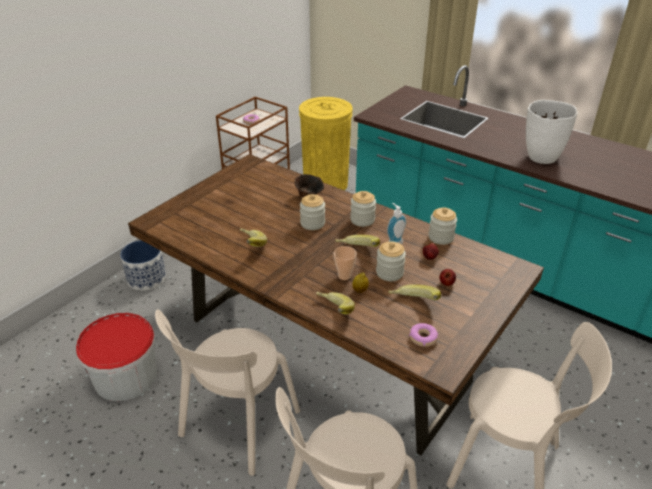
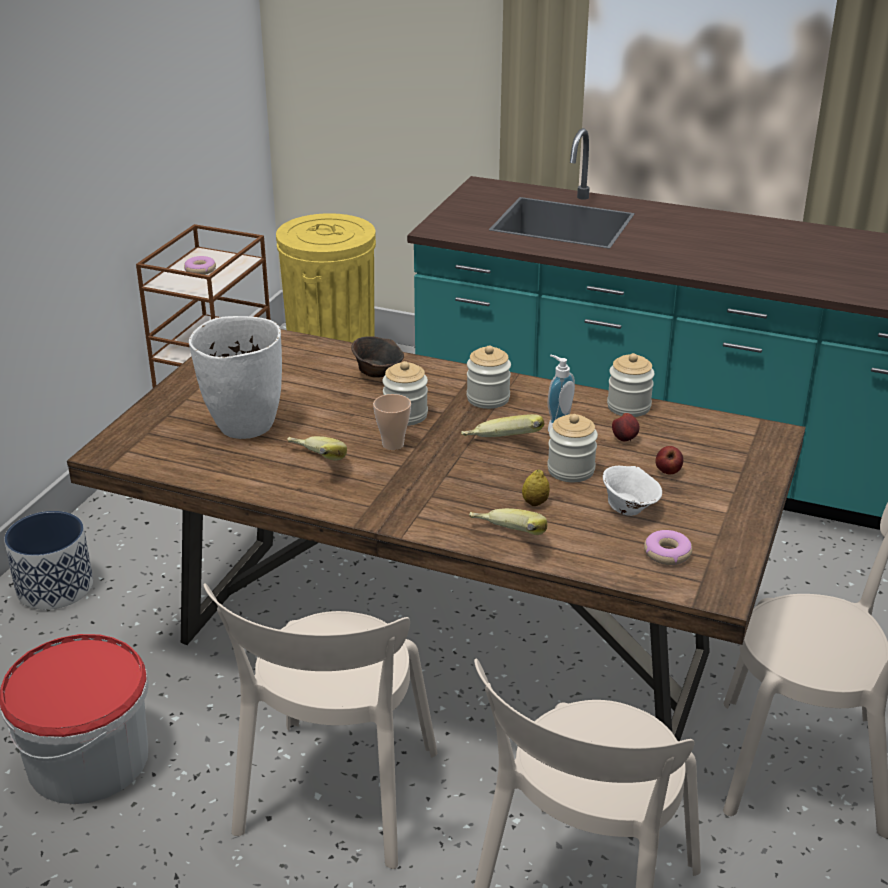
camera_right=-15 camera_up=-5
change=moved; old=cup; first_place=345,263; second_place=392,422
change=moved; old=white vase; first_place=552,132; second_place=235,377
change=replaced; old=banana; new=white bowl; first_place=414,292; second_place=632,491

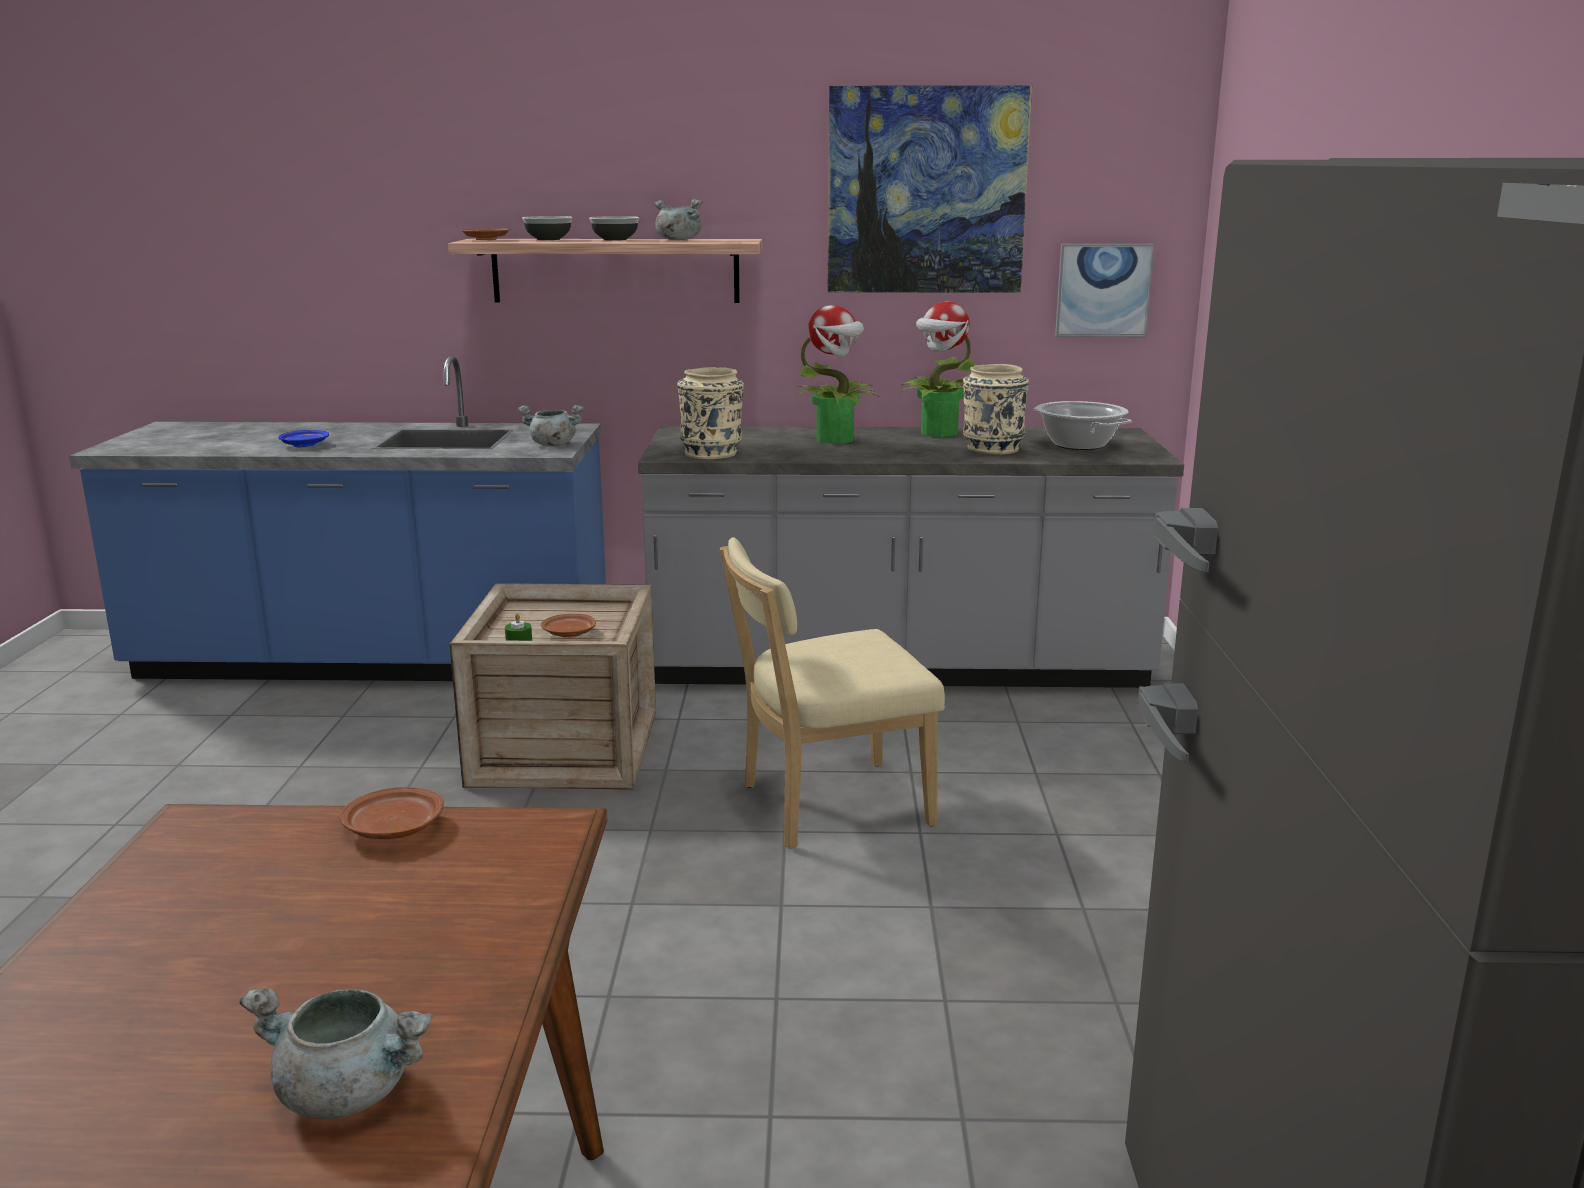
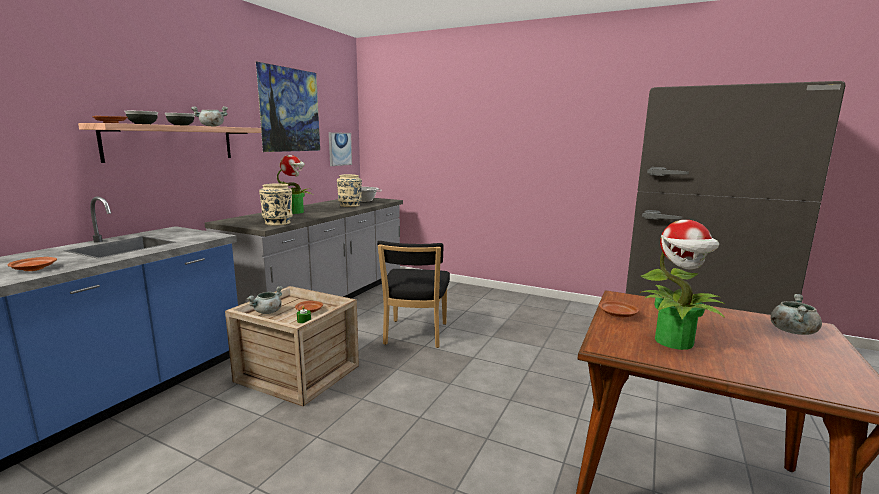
camera_right=-65 camera_up=-5
change=moved; old=grey cooking pot; first_place=550,425; second_place=264,300
change=moved; old=potted plant; first_place=937,369; second_place=682,285
change=recoloured; old=blue plate; new=brown plate; first_place=303,438; second_place=32,264
change=recoloured; old=beige chair; new=black chair; first_place=832,693; second_place=413,294

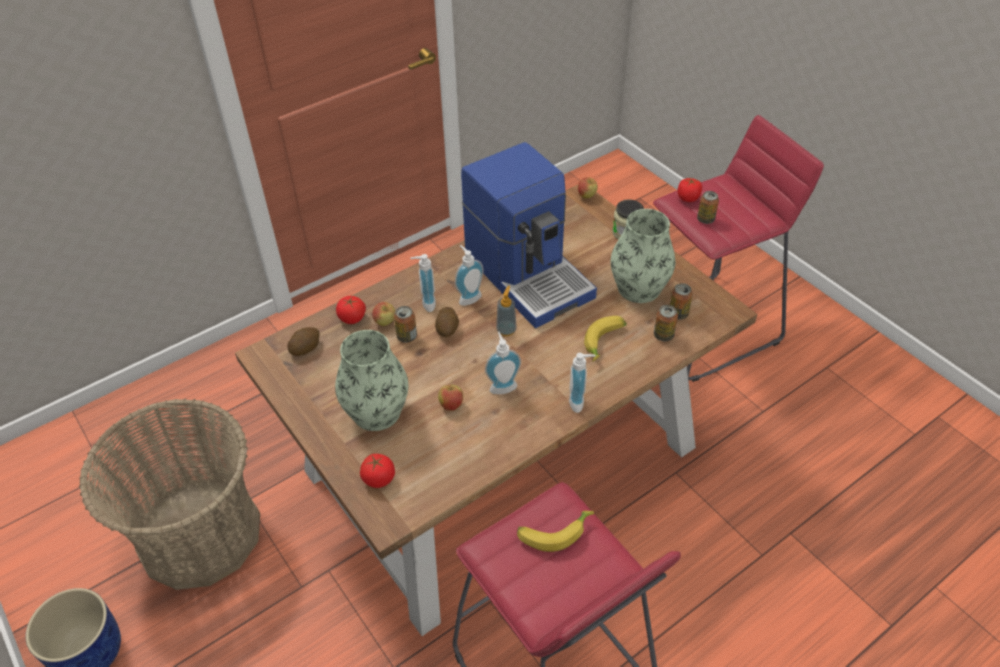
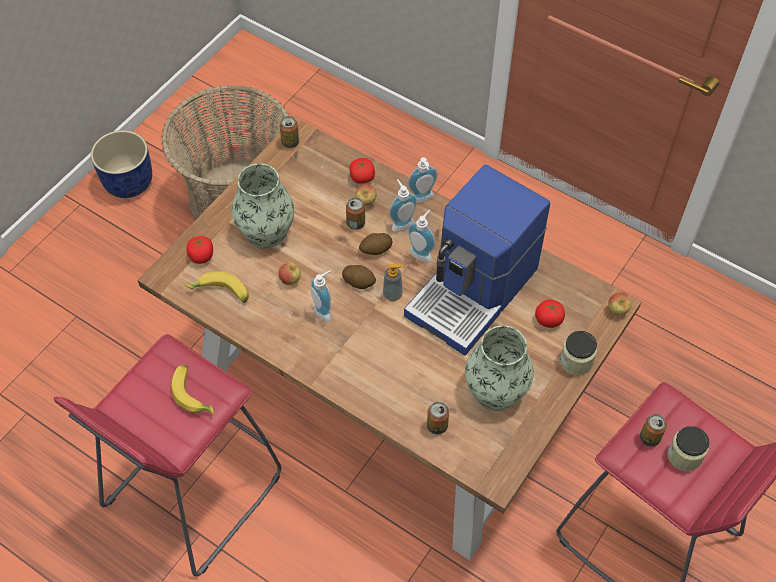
camera_right=70 camera_up=10
change=added; new=jar; second_place=688,448
change=moved; old=potato; first_place=303,341; second_place=359,277
change=moved; old=soap dispenser; first_place=582,383; second_place=423,180
change=moved; old=banana; first_place=605,339; second_place=217,287
change=moved; old=can; first_place=681,301; second_place=289,132
change=moved; old=tomato; first_place=689,190; second_place=550,314

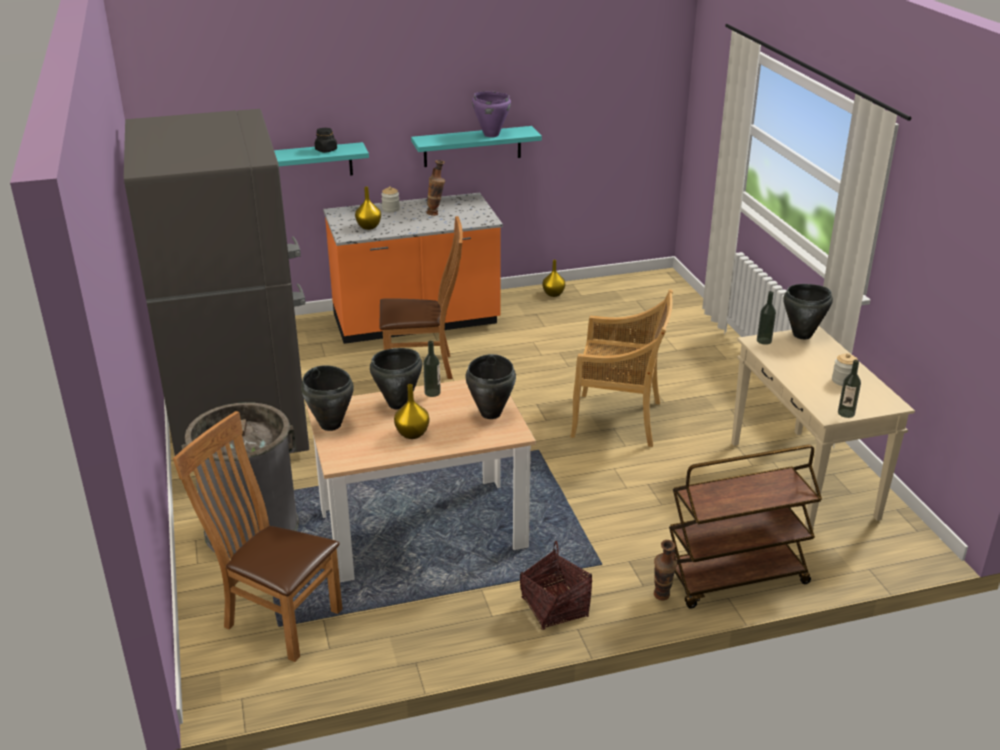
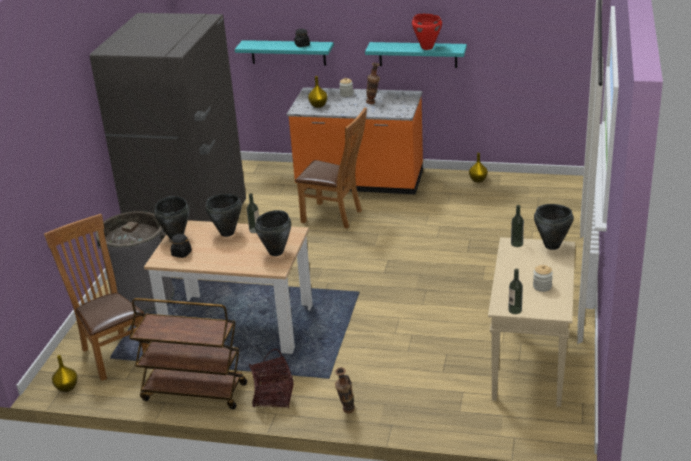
camera_right=30 camera_up=0
change=removed; old=beige chair; first_place=621,368
change=added; new=black jar; second_place=180,246
change=moved; old=yellow vase; first_place=411,411; second_place=65,373
change=moved; old=brown cart; first_place=745,527; second_place=188,353
change=recoloured; old=purple cooking pot; new=red cooking pot; first_place=491,114; second_place=427,32

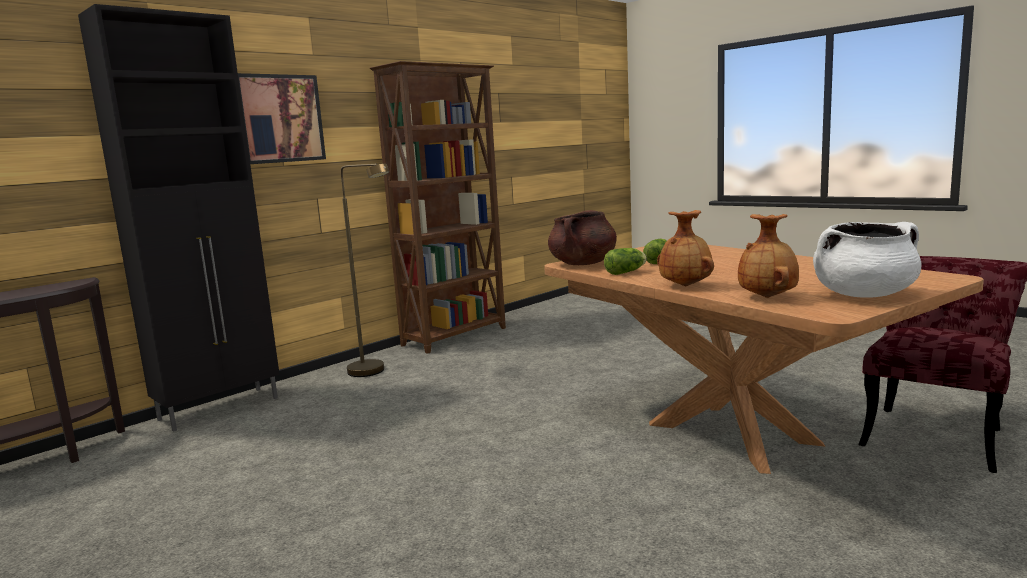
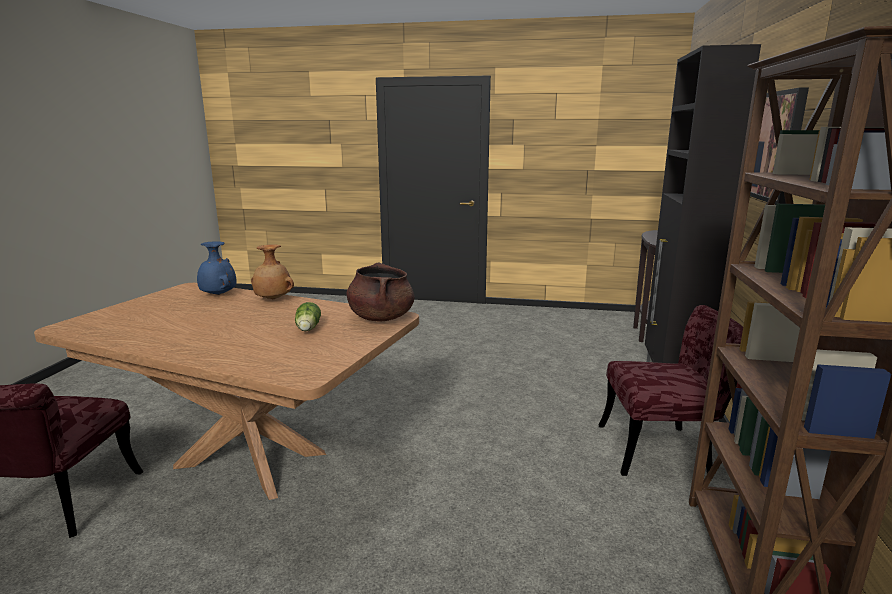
camera_right=145 camera_up=5
change=removed; old=lettuce; first_place=625,261
change=removed; old=white cooking pot; first_place=867,260
change=replaced; old=brown floor lamp; new=red chair; first_place=365,270; second_place=671,390
change=recoloured; old=brown vase; new=blue vase; first_place=768,256; second_place=217,268

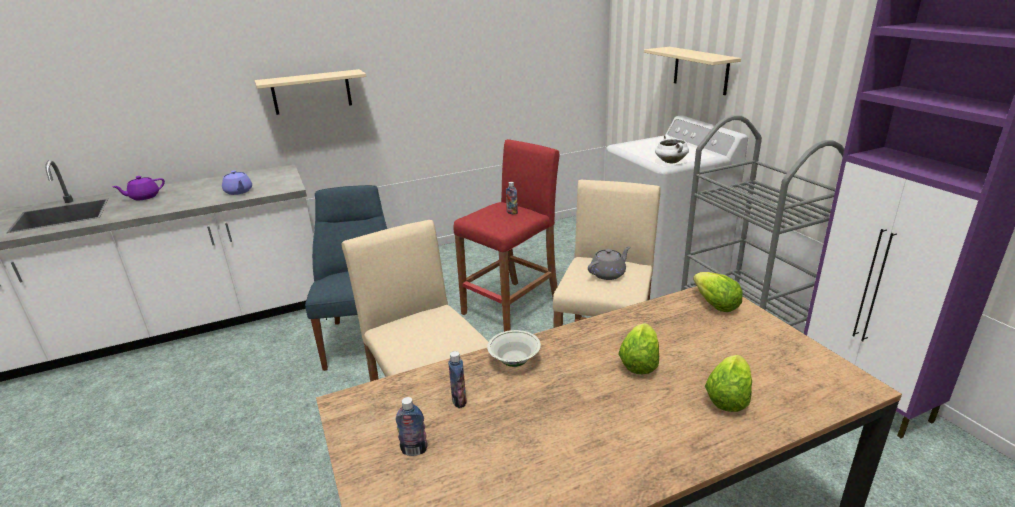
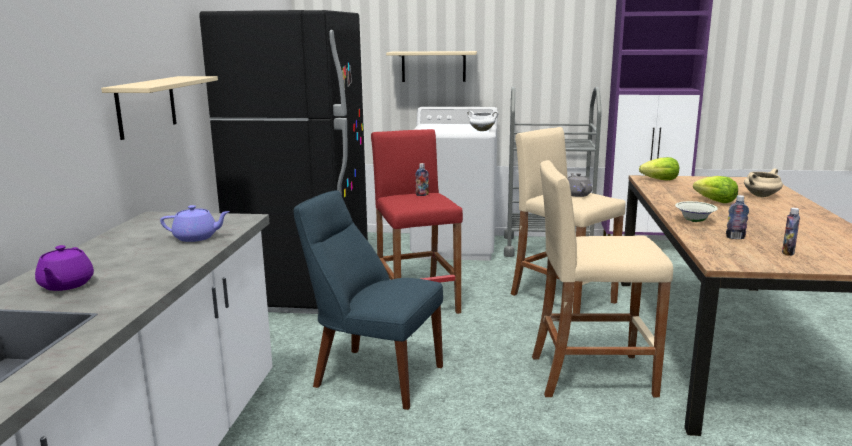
camera_right=-60 camera_up=-10
change=added; new=black fridge; second_place=283,162
change=replaced; old=lettuce; new=beige cooking pot; first_place=728,383; second_place=763,182

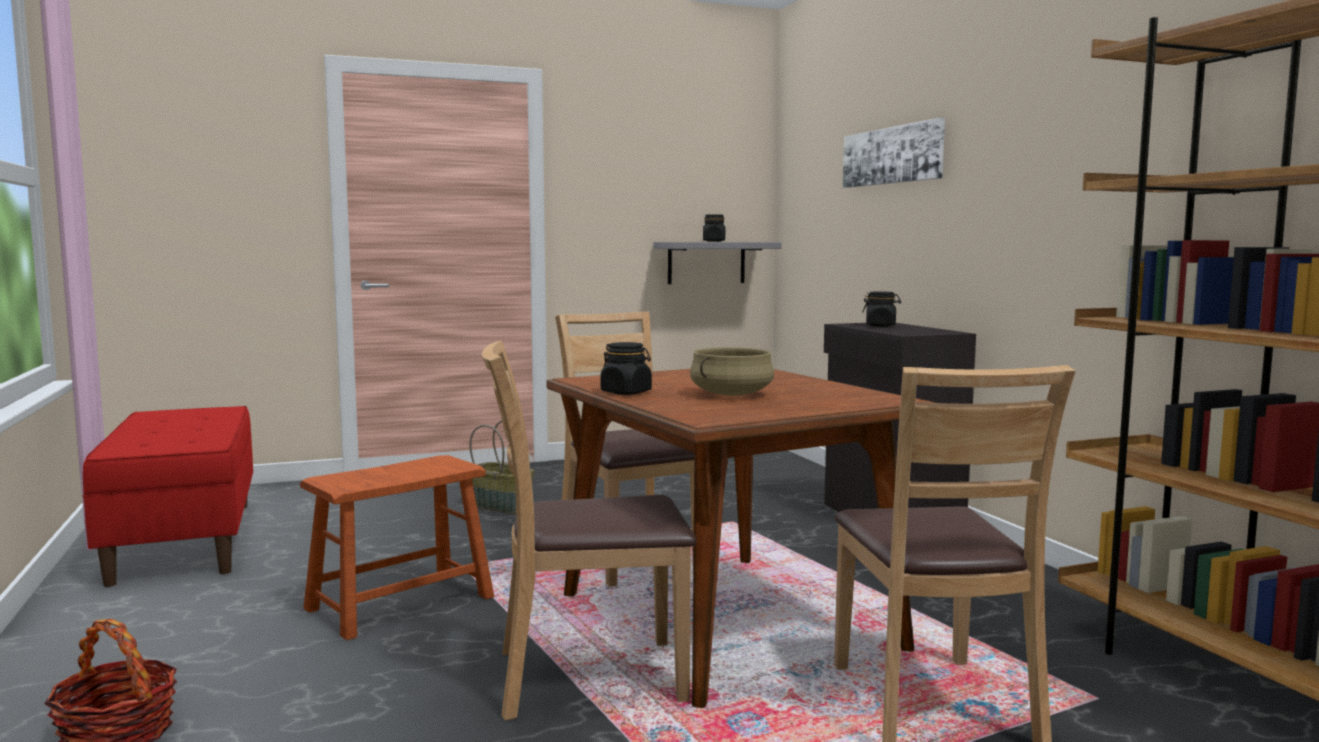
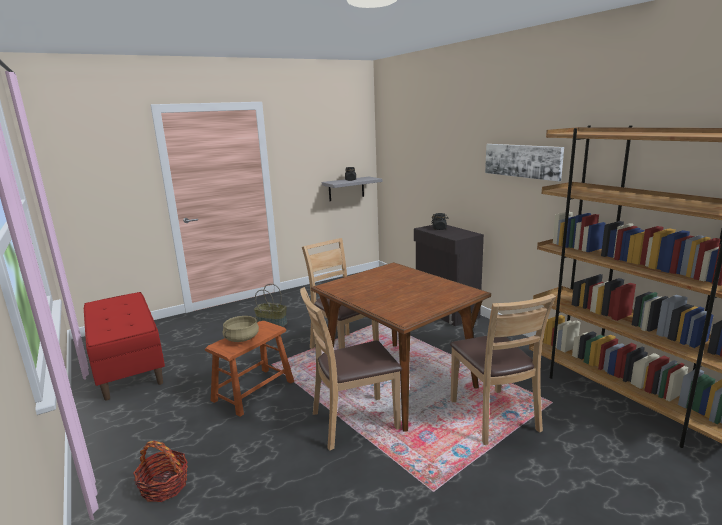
camera_right=-10 camera_up=10
change=removed; old=black jar; first_place=626,368
change=moved; old=beige cooking pot; first_place=732,371; second_place=241,329
change=moved; old=picture; first_place=894,153; second_place=524,162

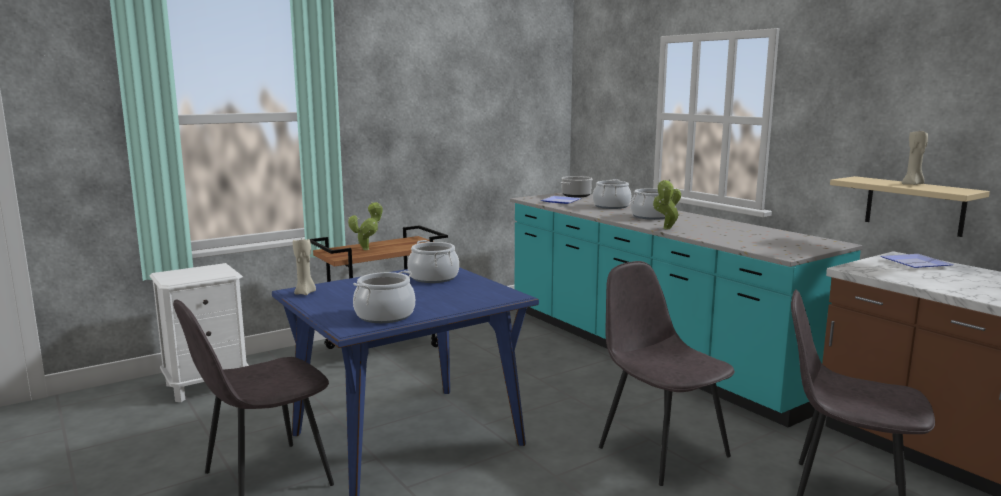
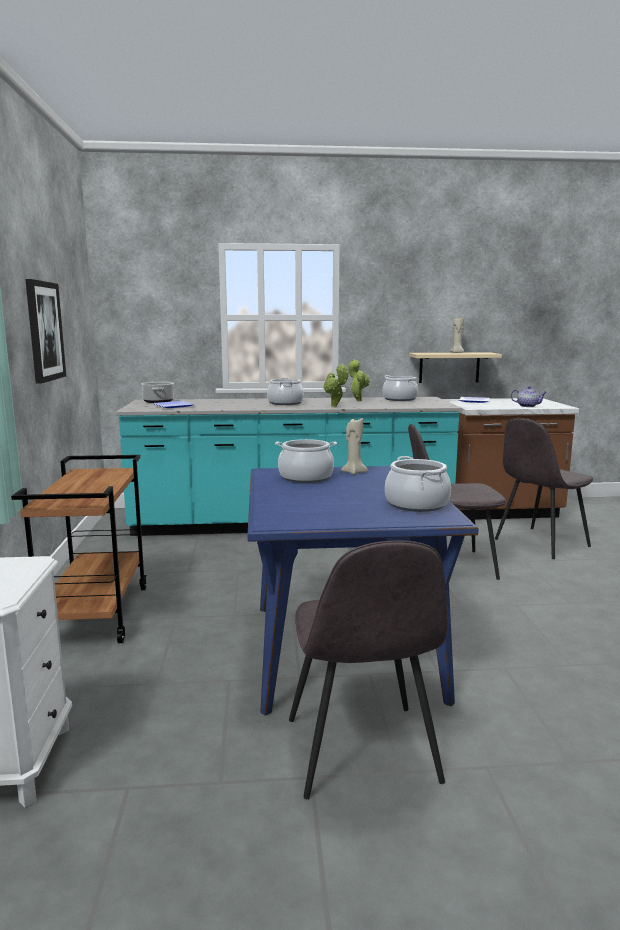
camera_right=-60 camera_up=0
change=added; new=picture; second_place=45,331
change=added; new=teapot; second_place=529,396
change=moved; old=beige candle; first_place=304,266; second_place=354,446
change=moved; old=potted plant; first_place=365,226; second_place=359,380
change=moved; old=cooking pot; first_place=612,194; second_place=400,388

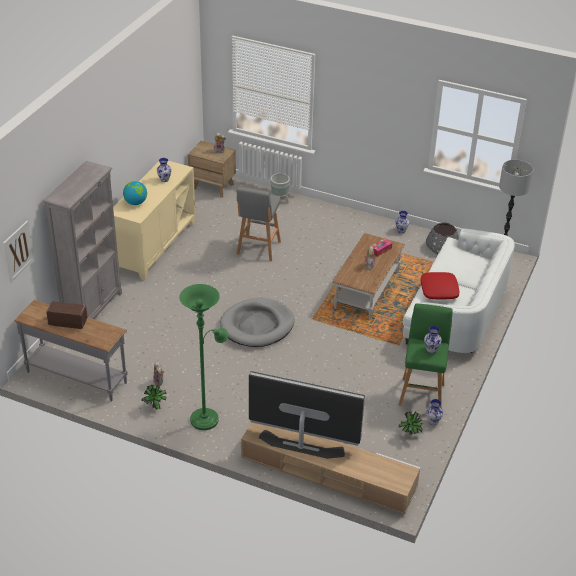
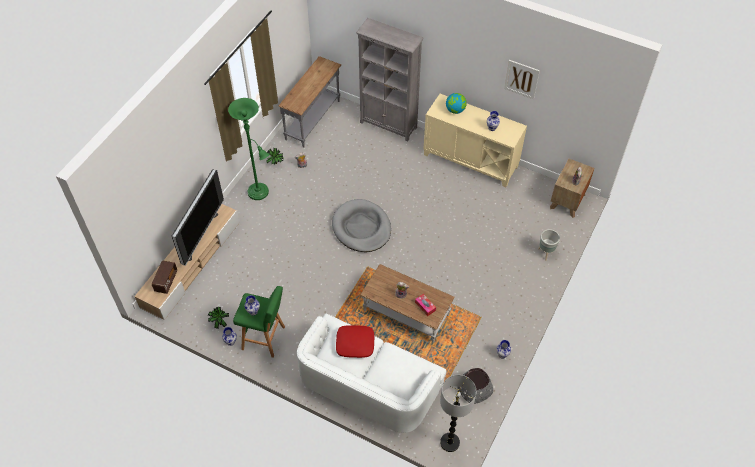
camera_right=95 camera_up=15
change=removed; old=grey stool; first_place=259,224
change=moved; old=picture; first_place=18,251; second_place=522,79
change=moved; old=radio; first_place=67,315; second_place=164,277

